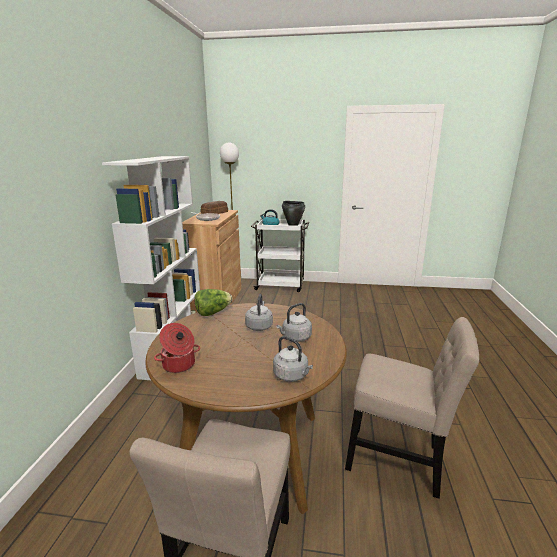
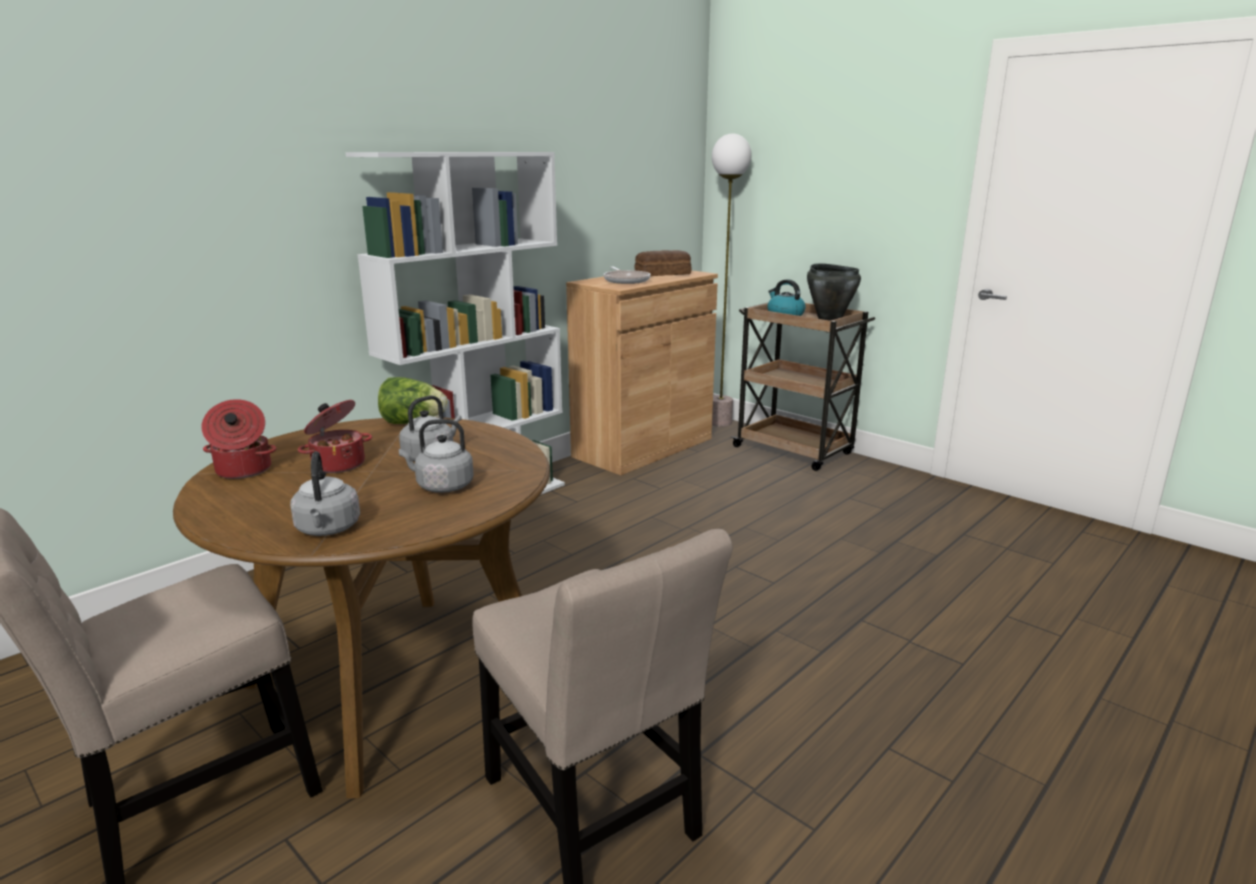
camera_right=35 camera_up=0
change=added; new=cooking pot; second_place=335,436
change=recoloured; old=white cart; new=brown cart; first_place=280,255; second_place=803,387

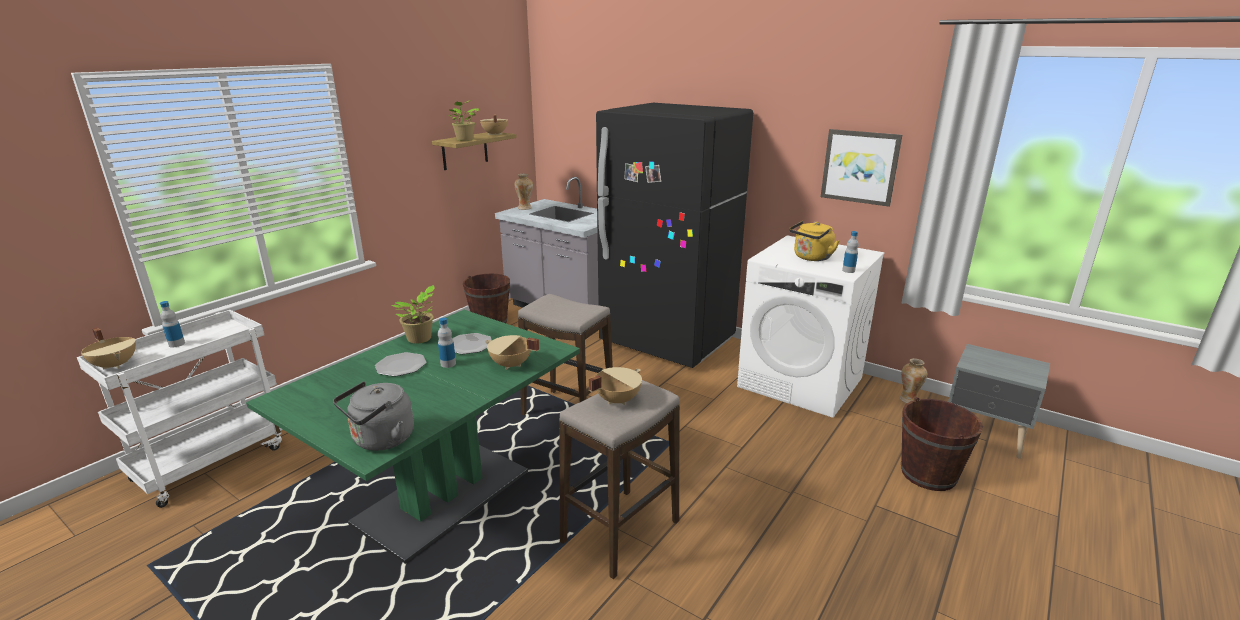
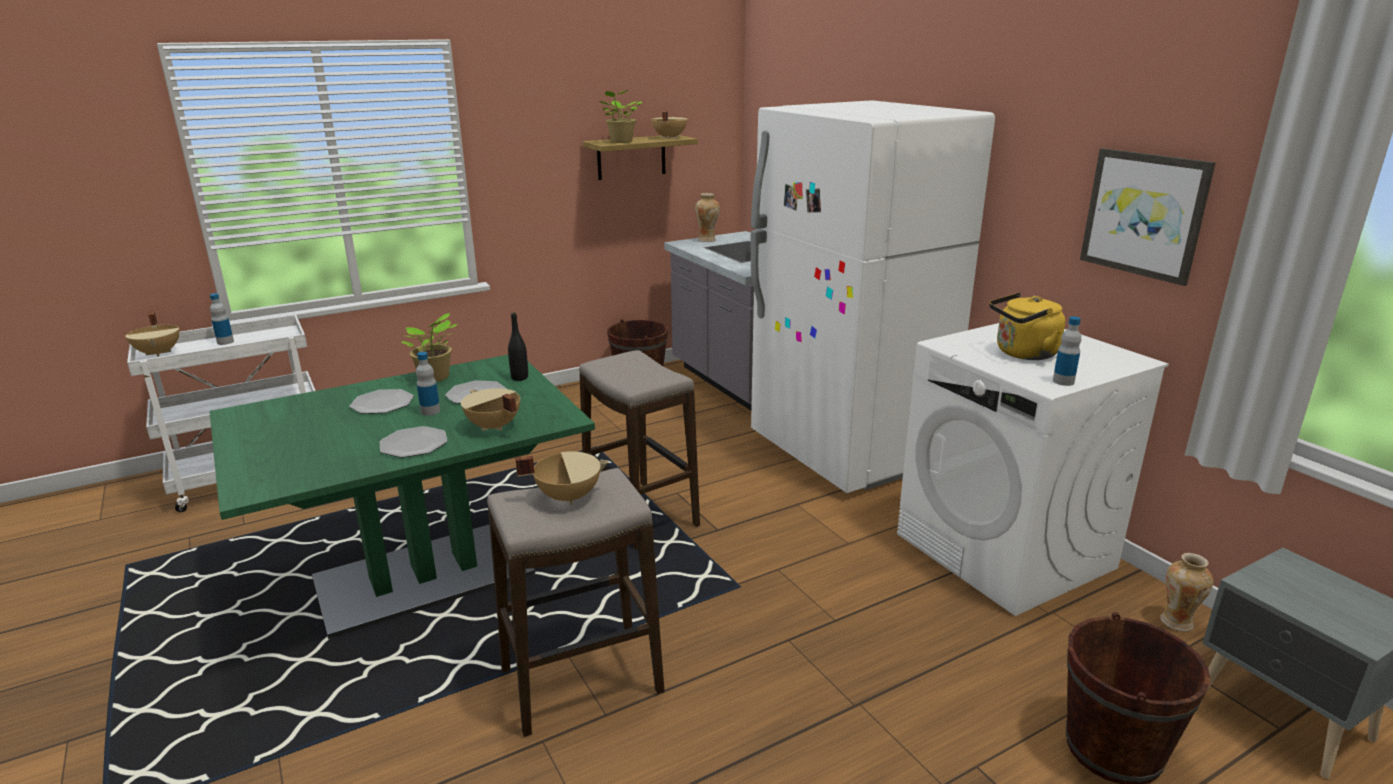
camera_right=25 camera_up=0
change=removed; old=grey kettle; first_place=373,416
change=added; new=plate; second_place=413,442
change=added; new=black bottle; second_place=518,346
change=recoloured; old=black fridge; new=white fridge; first_place=674,235; second_place=873,296

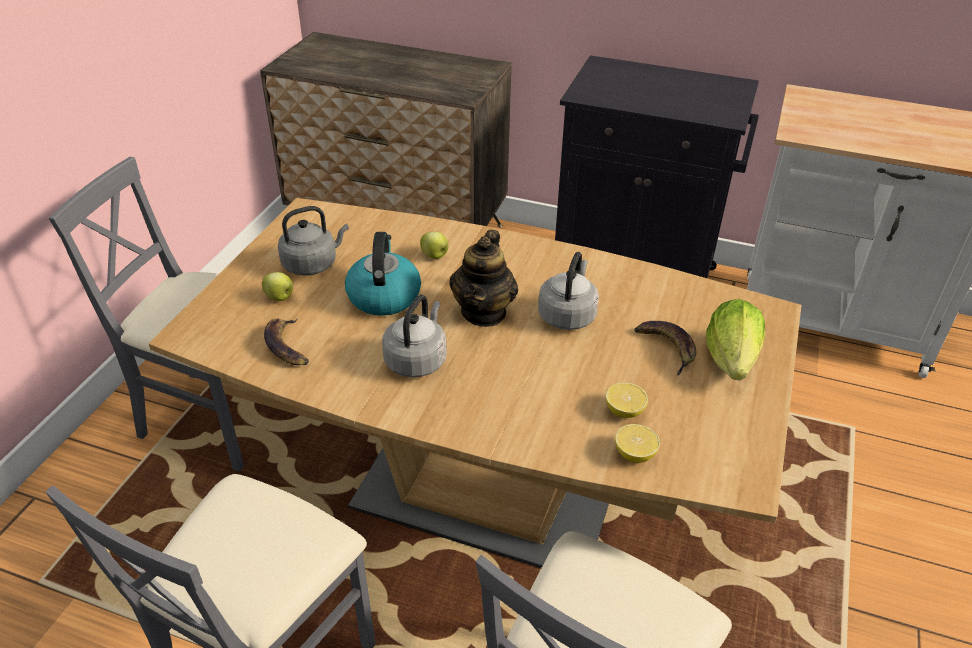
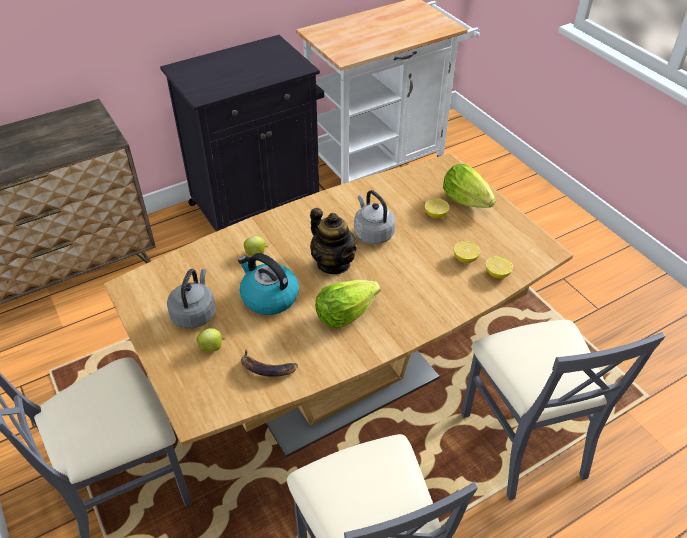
camera_right=-50 camera_up=5
change=replaced; old=grey kettle; new=lettuce; first_place=414,336; second_place=347,304
change=replaced; old=banana; new=lemon; first_place=665,348; second_place=437,208

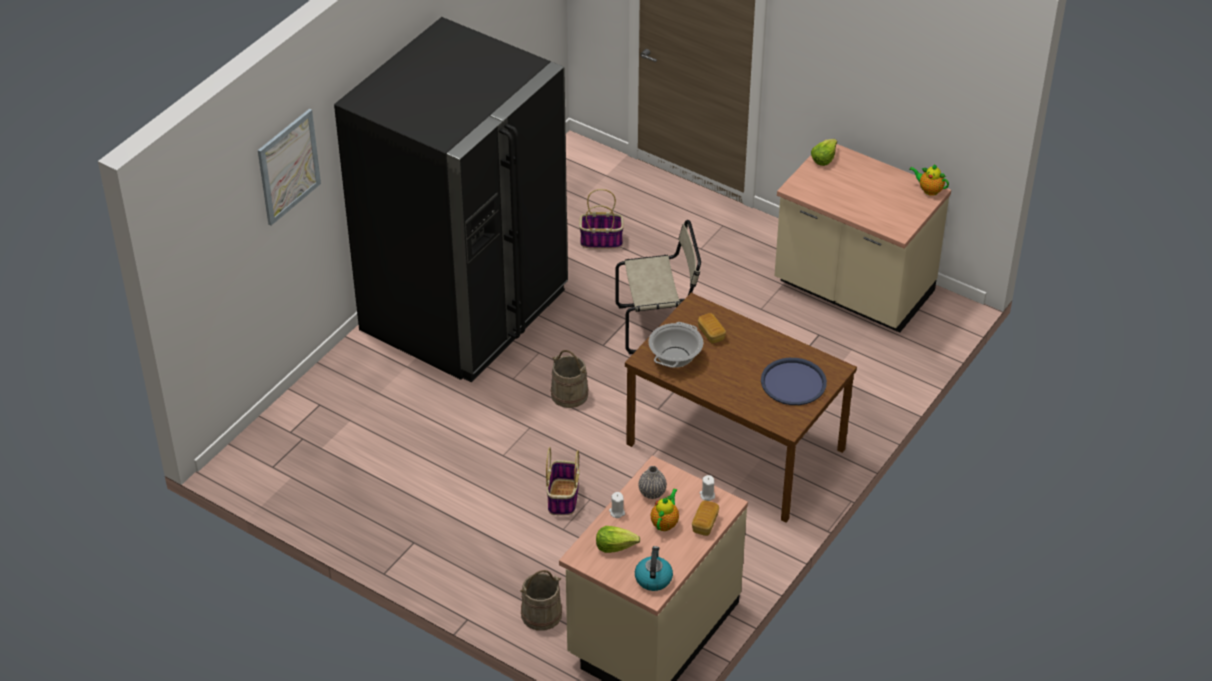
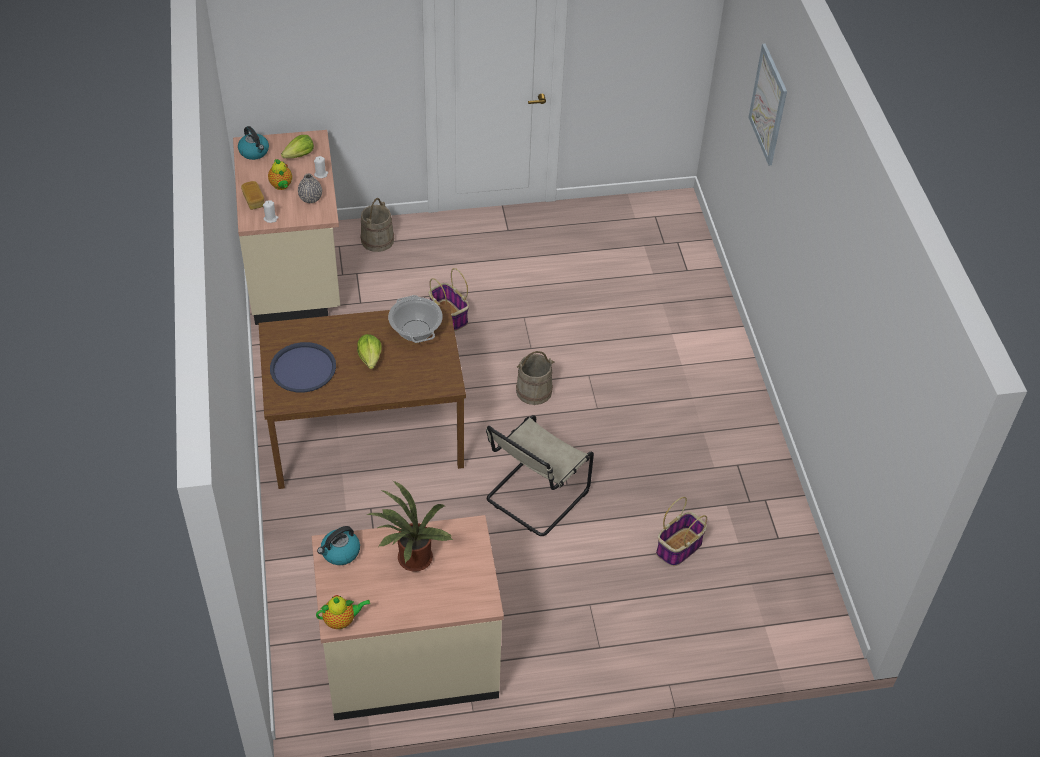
camera_right=135 camera_up=5
change=removed; old=black fridge; first_place=451,200
change=removed; old=bread; first_place=712,328
change=added; new=kettle; second_place=338,545
change=added; new=potted plant; second_place=410,526
change=moved; old=lettuce; first_place=824,152; second_place=369,351

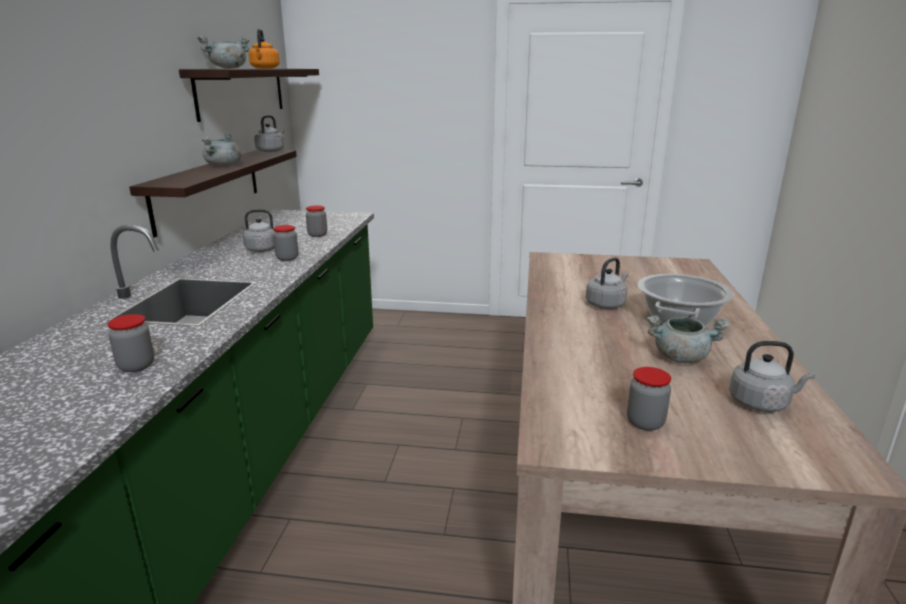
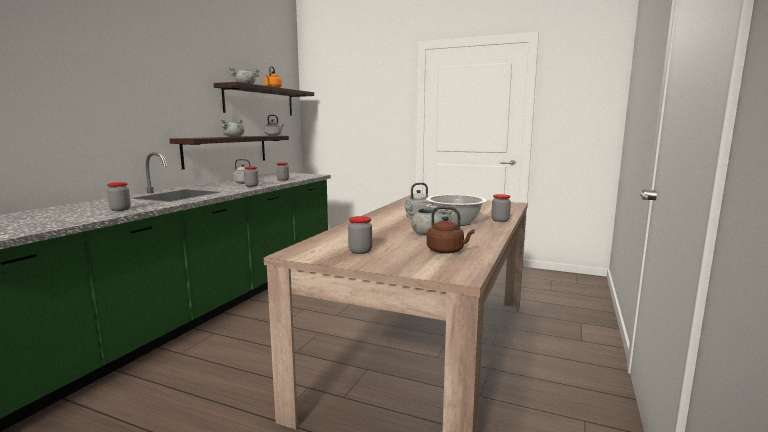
camera_right=15 camera_up=-10
change=added; new=jar; second_place=501,208
change=recoloured; old=grey kettle; new=brown kettle; first_place=772,376; second_place=451,230

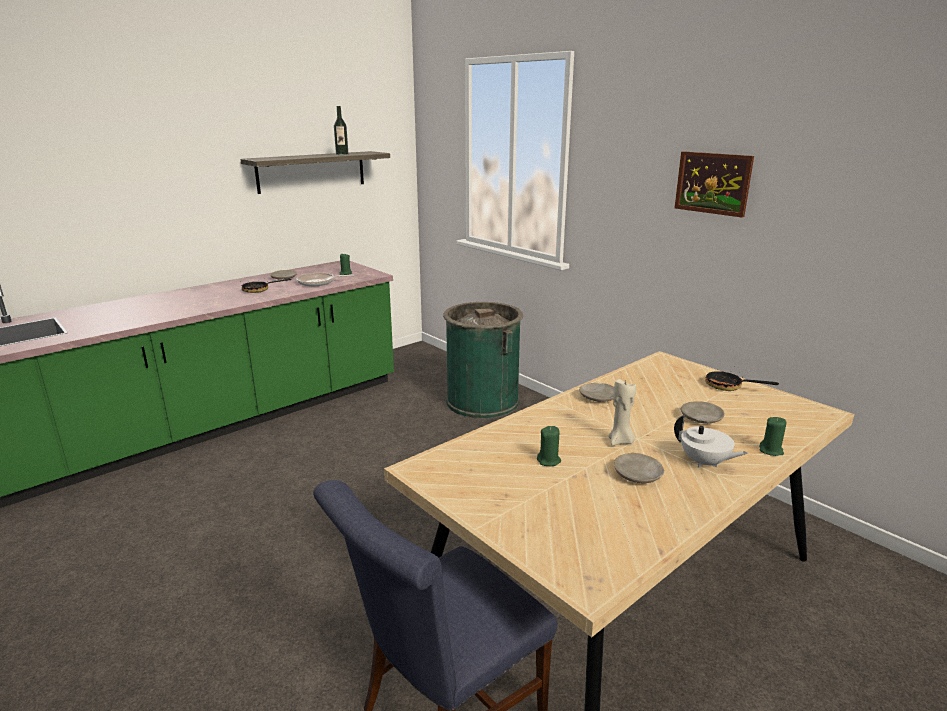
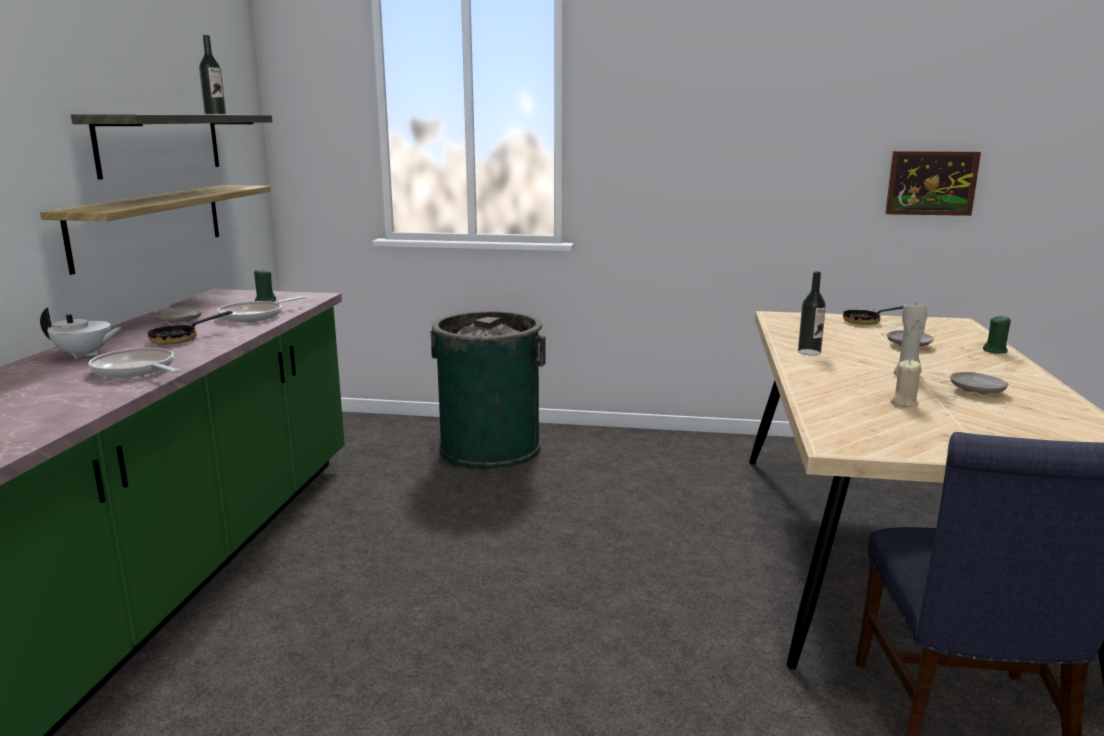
camera_right=-40 camera_up=-5
change=added; new=shelf; second_place=155,230
change=added; new=frying pan; second_place=134,362
change=moved; old=picture; first_place=714,184; second_place=933,183
change=moved; old=white teapot; first_place=711,441; second_place=81,333
change=replaced; old=beige plate; new=bottle; first_place=596,392; second_place=812,313
change=recoloured; old=green candle; new=beige candle; first_place=549,446; second_place=905,383

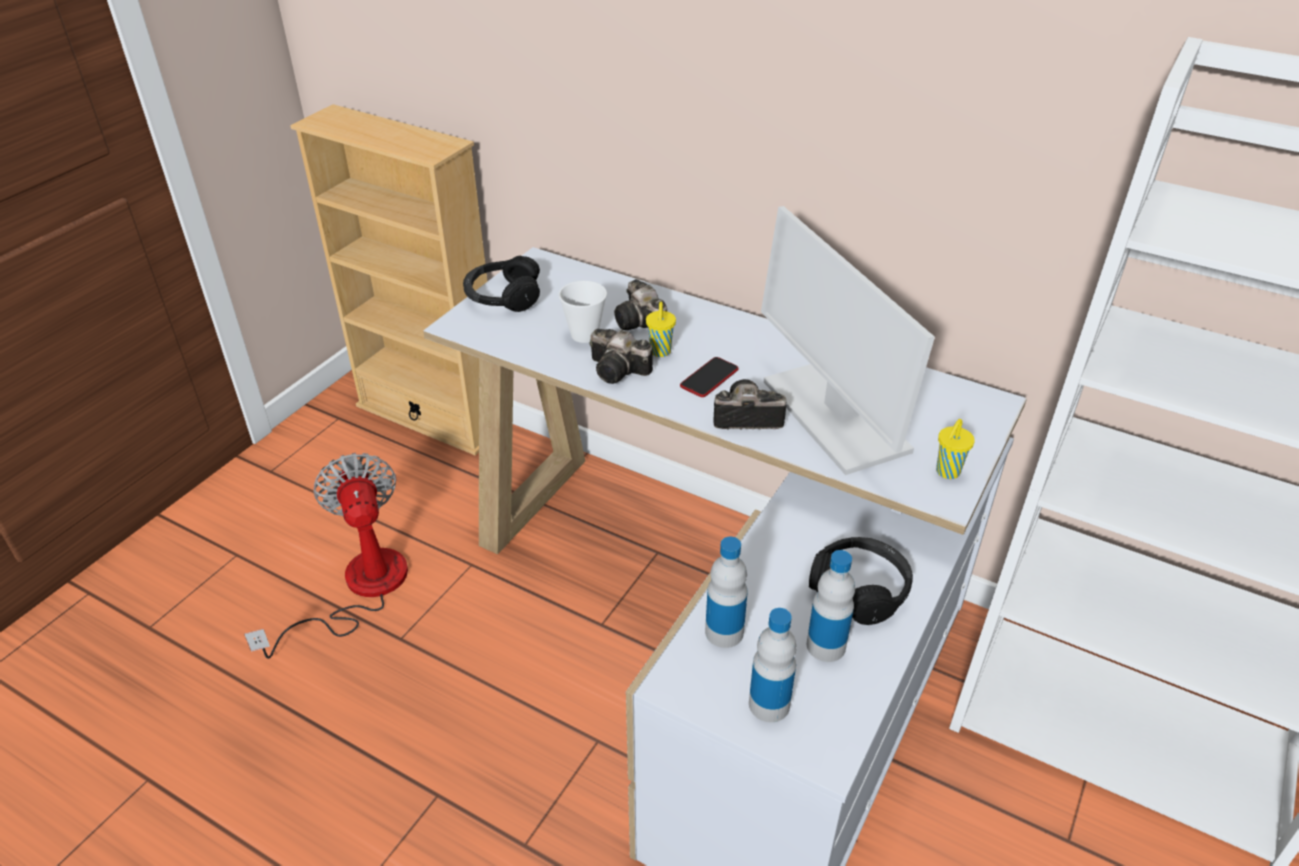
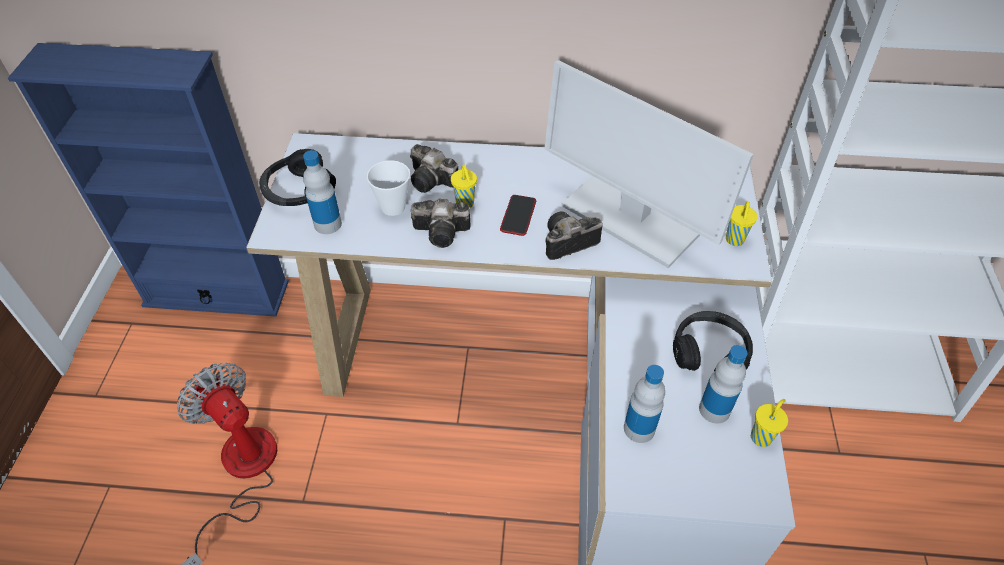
camera_right=-25 camera_up=10
change=added; new=yellow cup; second_place=769,423
change=moved; old=bottle; first_place=773,665; second_place=322,192
change=recoloured; old=beige bookcase; new=blue bookcase; first_place=388,280; second_place=148,180

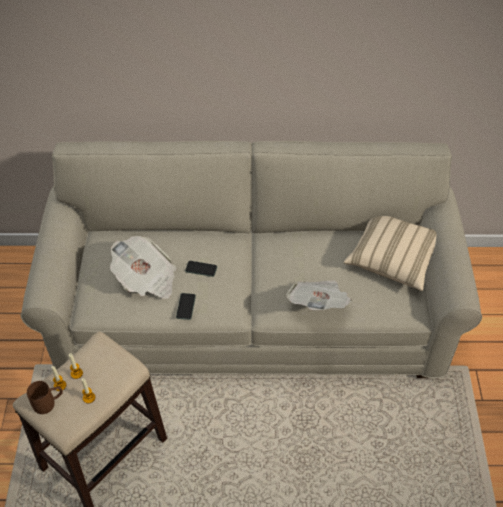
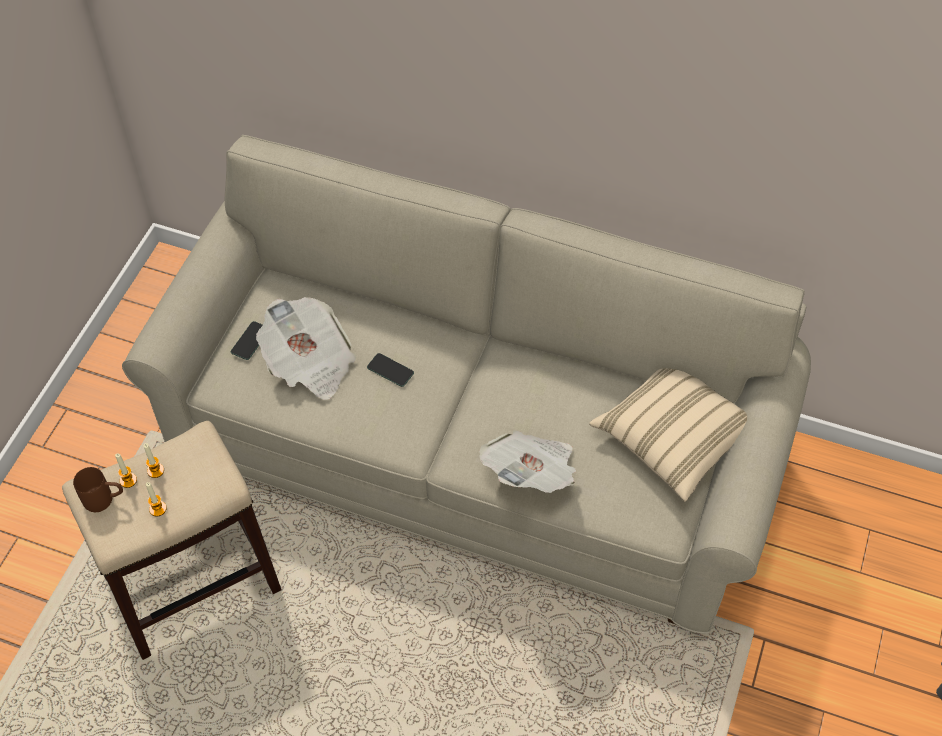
camera_right=20 camera_up=5
change=moved; old=phone; first_place=186,306; second_place=246,340

